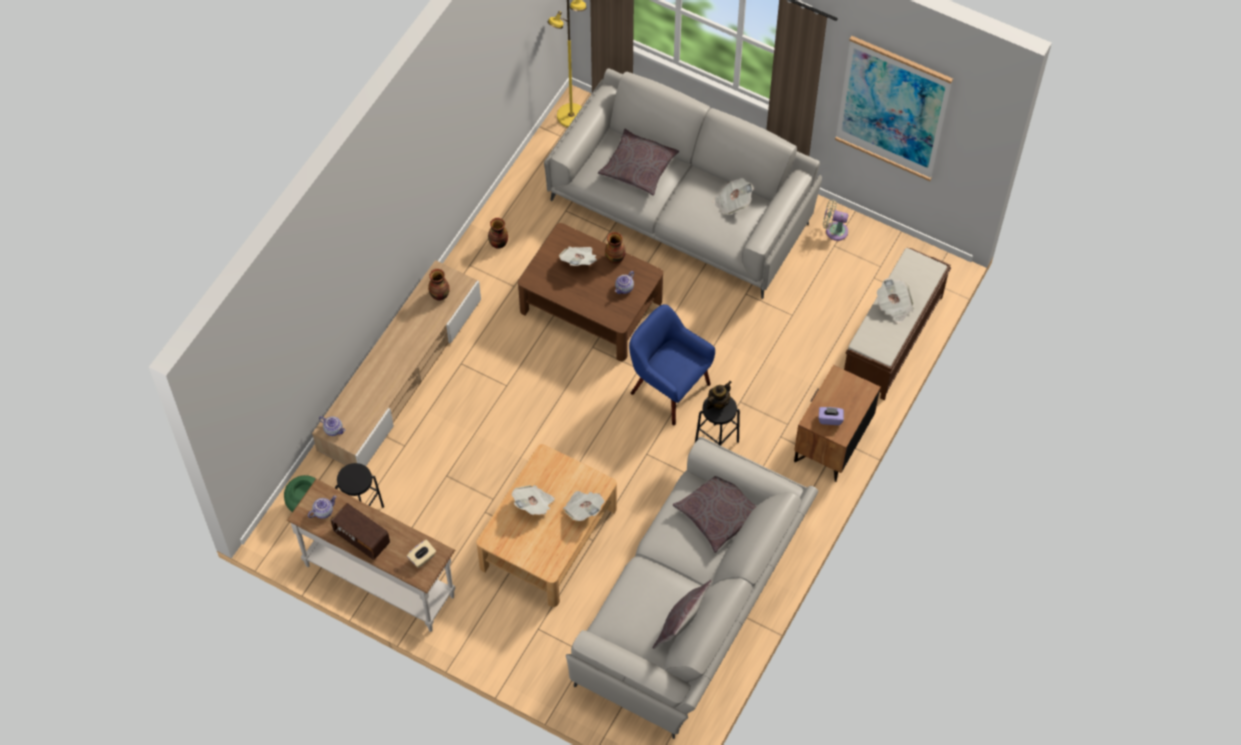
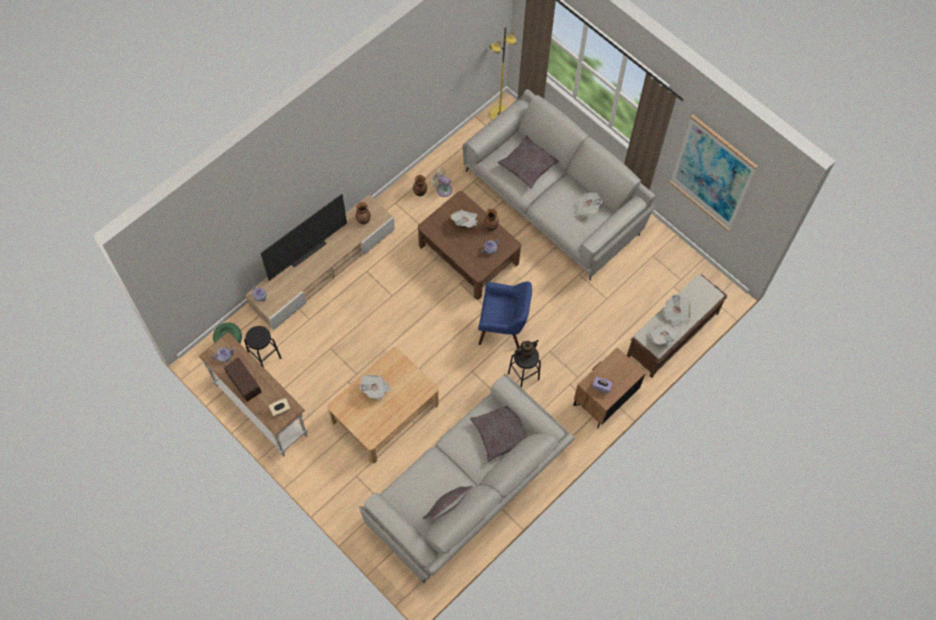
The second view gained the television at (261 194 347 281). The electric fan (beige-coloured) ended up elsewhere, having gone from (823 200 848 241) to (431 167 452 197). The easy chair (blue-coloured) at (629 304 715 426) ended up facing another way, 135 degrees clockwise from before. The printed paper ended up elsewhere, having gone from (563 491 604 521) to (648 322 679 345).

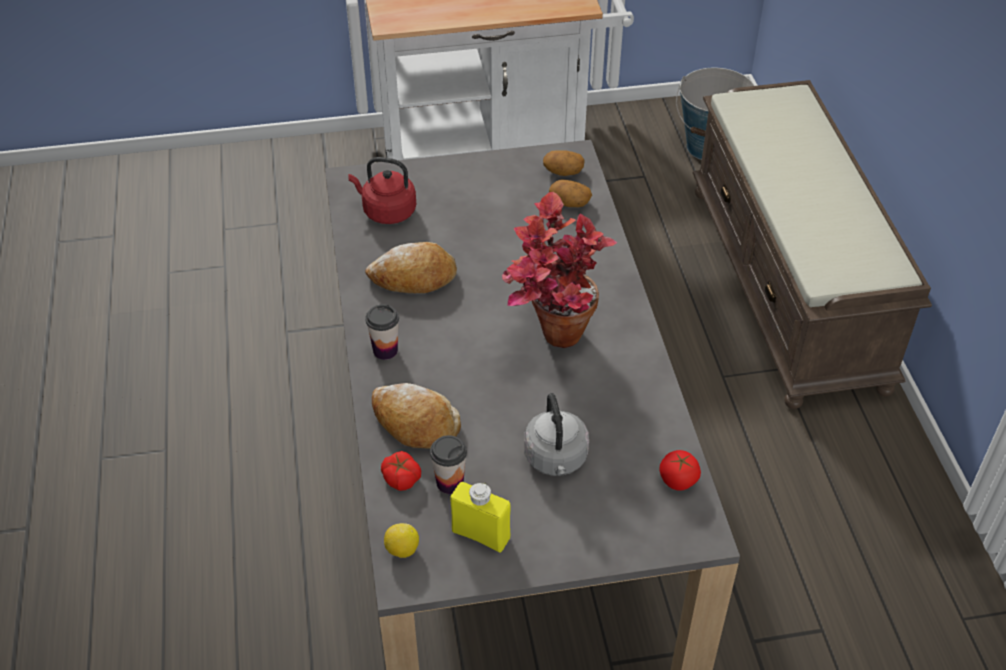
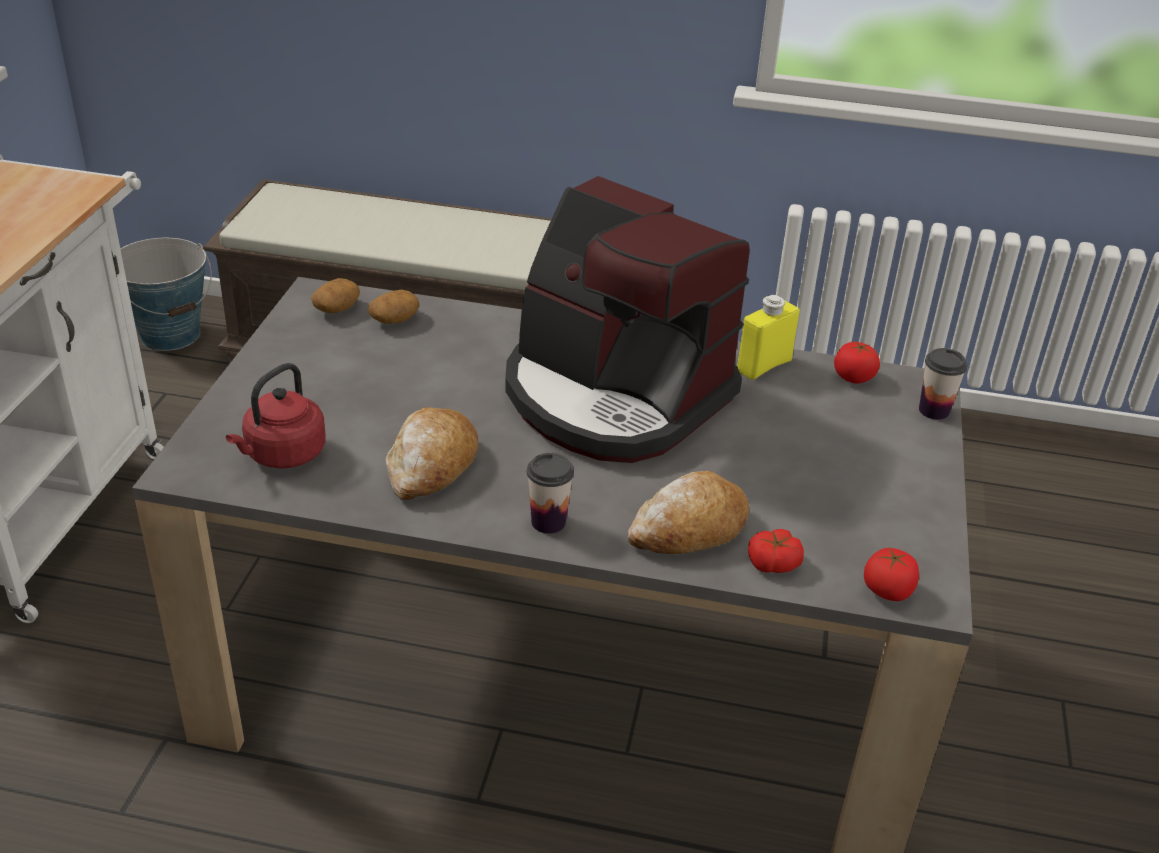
Where the plant in a pot stood at (502 192 617 348), the coffee machine came to stand at (505 176 750 463). The drink bottle (yellow-coloured) ended up elsewhere, having gone from (450 481 511 552) to (737 295 800 380). Where the lemon stood at (384 523 419 558), the whole tomato came to stand at (864 548 919 601). The drinking cup ended up elsewhere, having gone from (430 435 467 494) to (919 348 967 420). The second view lost the water kettle (grey) at (524 393 589 476).

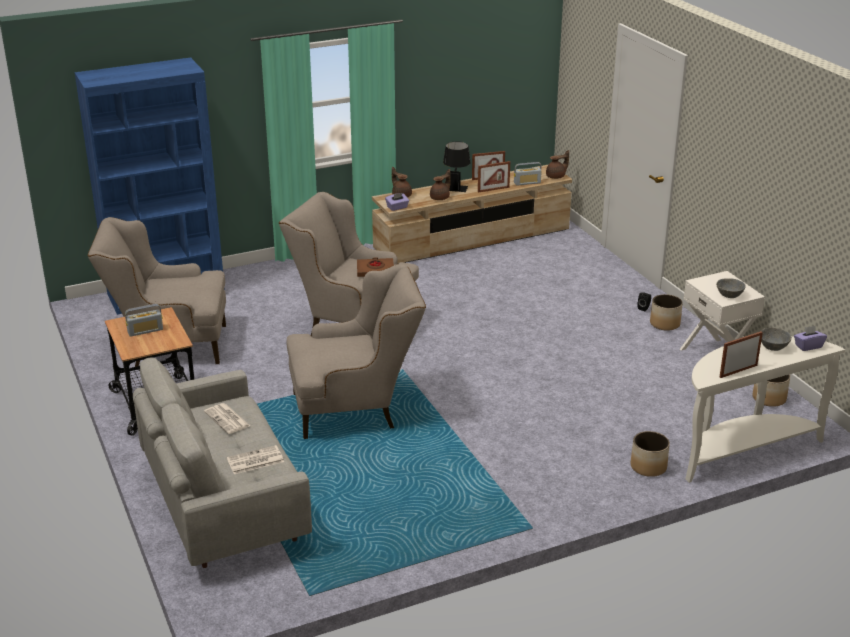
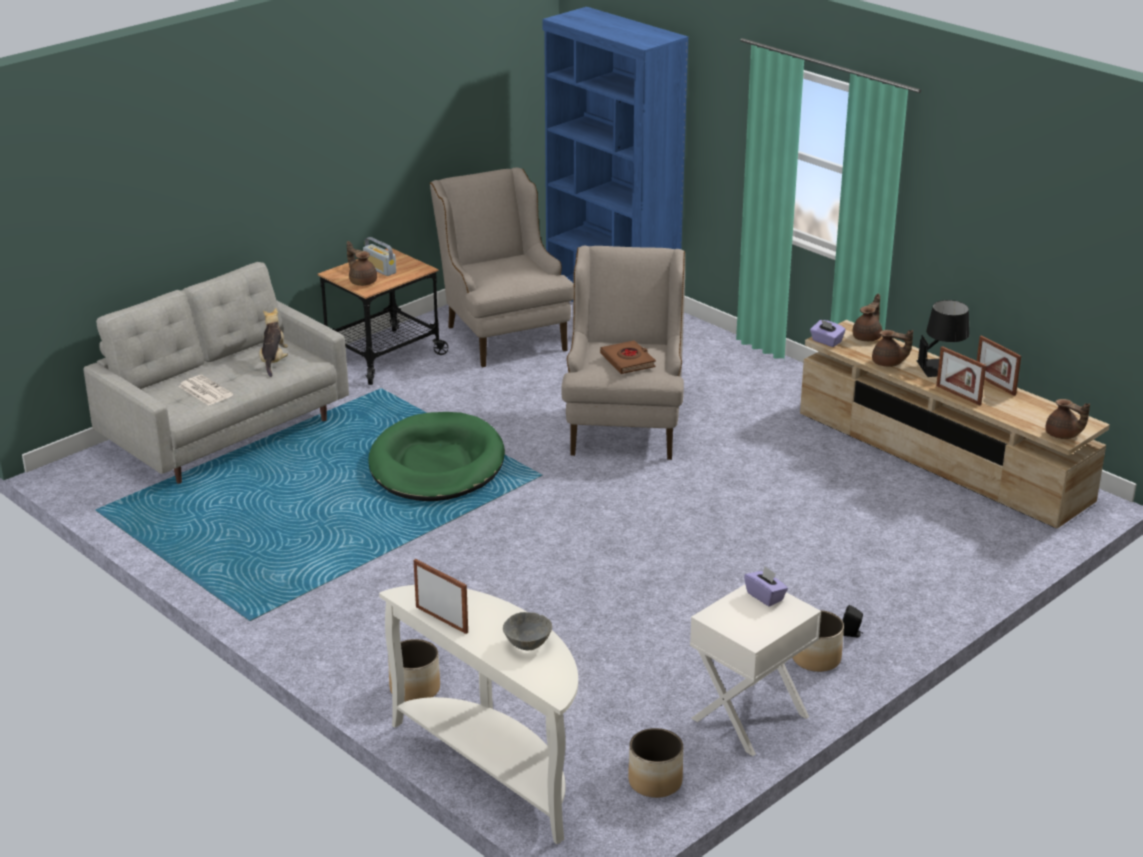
Where the printed paper stood at (204 403 250 434), the soft toy came to stand at (259 308 288 377). The second view gained the pot for tea (brownish) at (347 241 377 286). Where the easy chair (beige-coloured) stood at (287 264 426 439), the dog cushion (green-coloured) came to stand at (368 412 505 501). The box of tissues (purplish) ended up elsewhere, having gone from (794 326 827 351) to (744 566 788 607). The second view lost the radio receiver at (514 162 542 186). The second view lost the deep dish (grey) at (716 278 746 298).

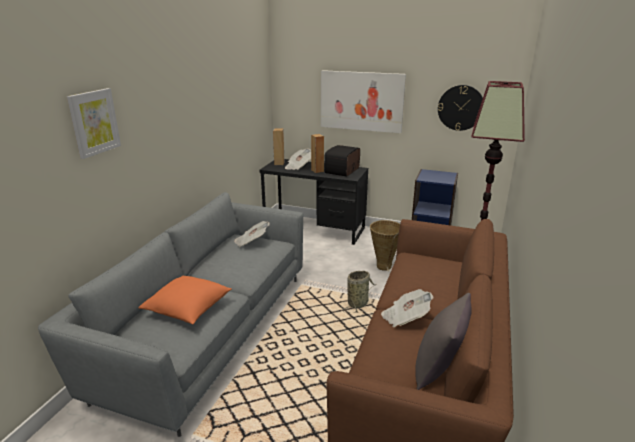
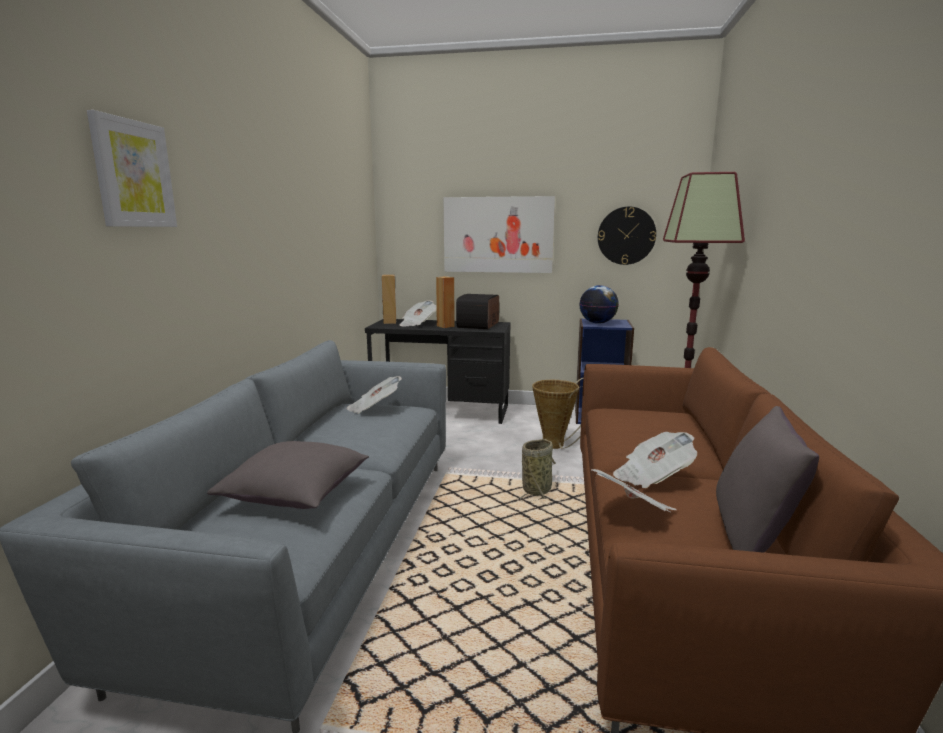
What was the throw pillow (orange) at (138 276 232 324) turned into the throw pillow (grey) at (207 441 369 509). The second view gained the globe at (579 285 619 324). The second view gained the printed paper at (592 469 677 513).

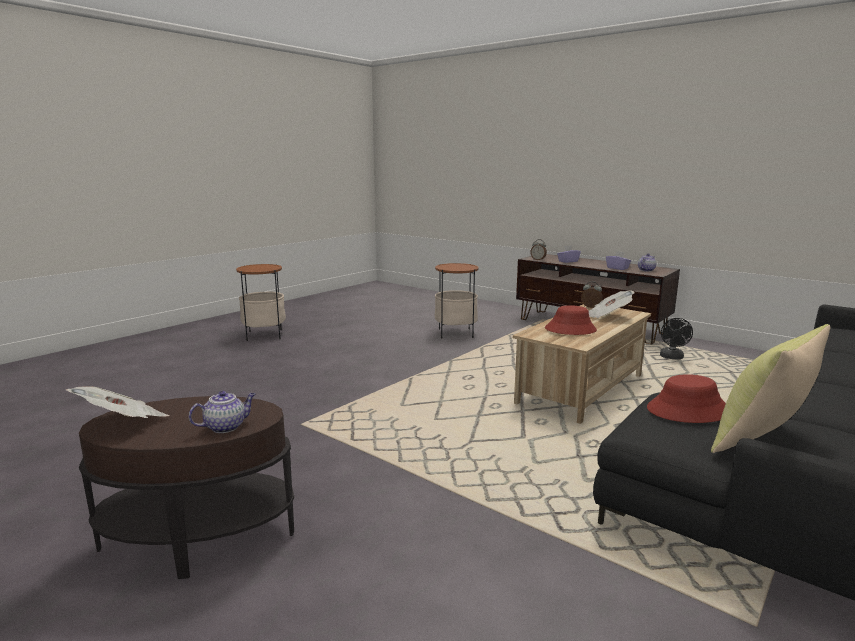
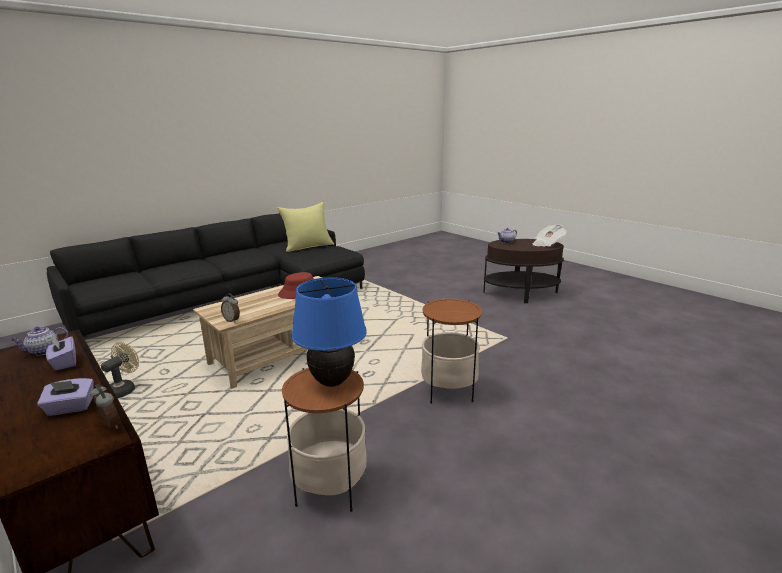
What was the electric fan (black) at (660 318 693 359) turned into the electric fan (beige-coloured) at (101 342 139 398). The second view gained the lamp for a table (blue-coloured) at (291 277 367 387). The end table ended up elsewhere, having gone from (236 264 286 341) to (421 299 482 404). The second view lost the printed paper at (589 291 635 318). The second view lost the clothing hat (red-coloured) at (647 374 726 423).

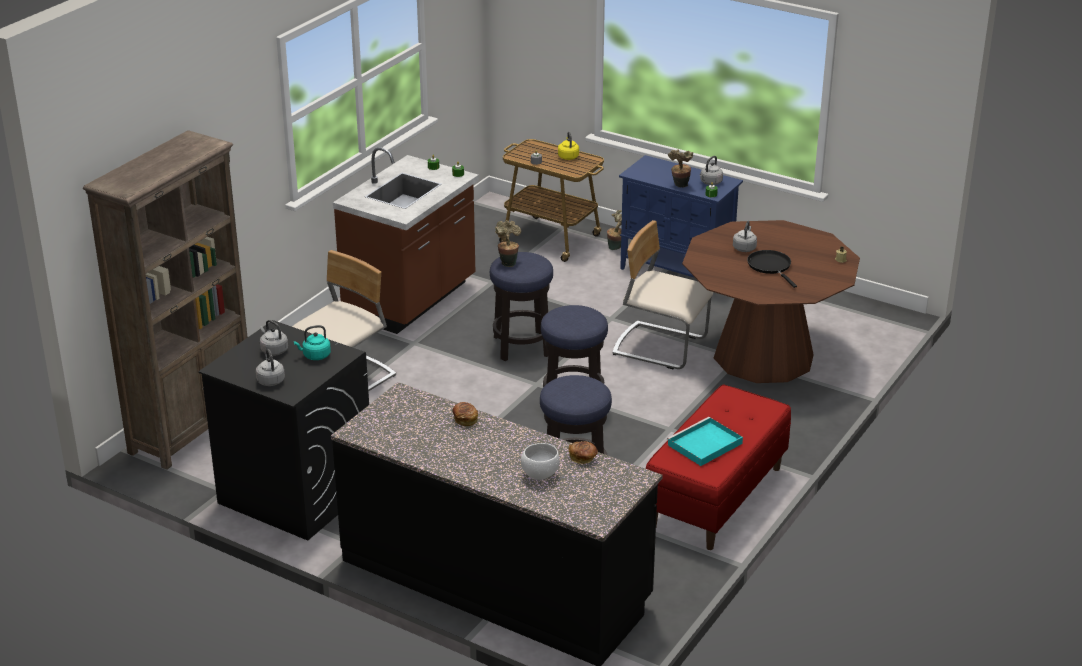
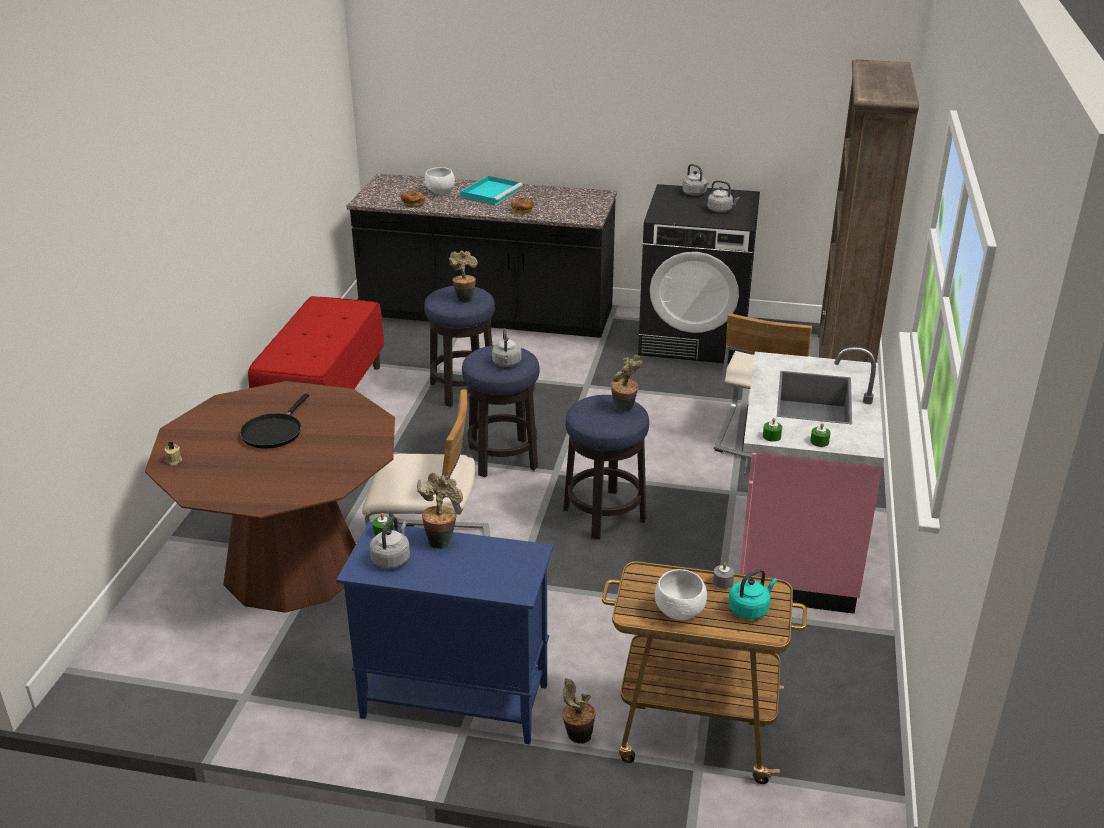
The frying pan (black) at (747 250 797 288) ended up facing another way, 60 degrees clockwise from before. The second view gained the plant in a pot at (449 251 478 303). The carrying tray (blue-green) ended up elsewhere, having gone from (667 417 743 466) to (460 176 523 205). The water kettle (grey) ended up elsewhere, having gone from (733 221 757 252) to (492 328 521 367). Where the water kettle (yellow-coloured) stood at (558 132 579 160), the deep dish (white) came to stand at (655 569 707 620). The water kettle (blue-green) ended up elsewhere, having gone from (294 325 331 360) to (728 569 777 619). What was the counter (brownish) at (333 147 479 334) turned into the counter (pinkish) at (739 347 884 614).

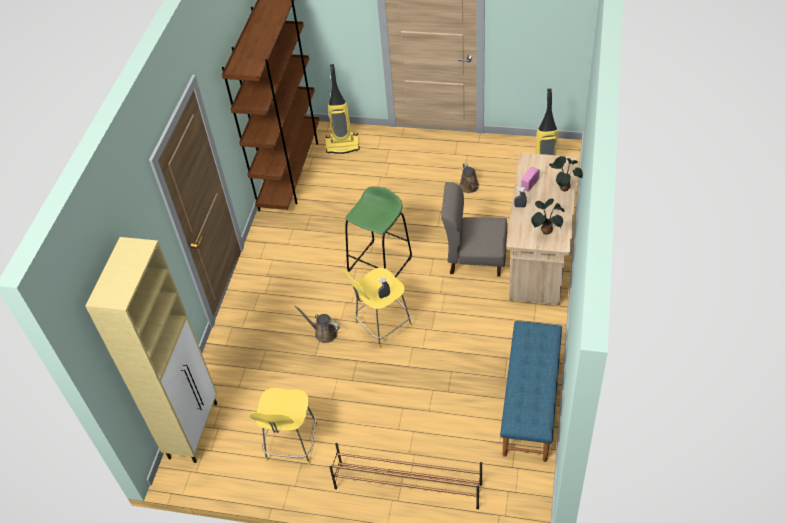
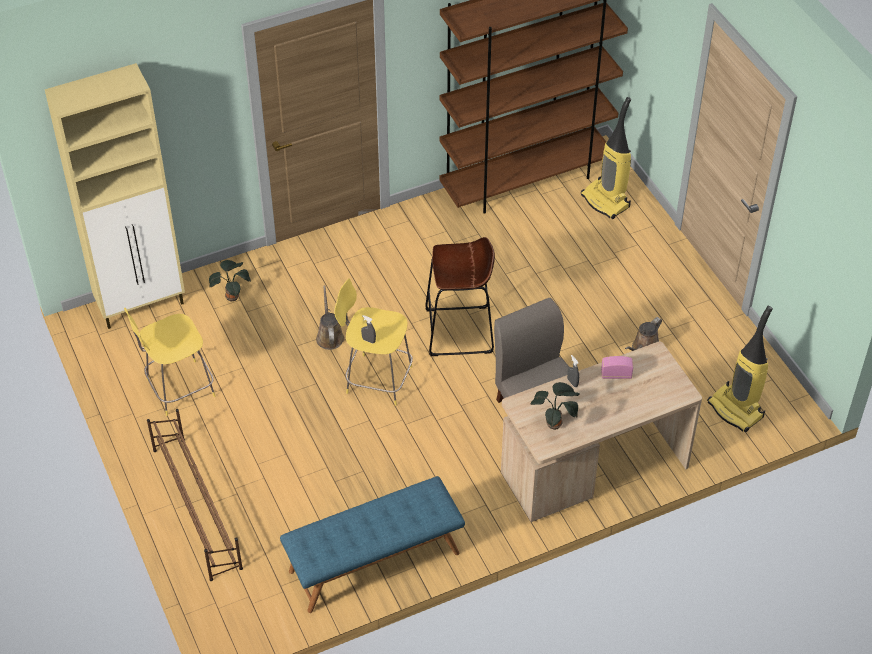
The plant in a pot ended up elsewhere, having gone from (549 156 583 192) to (209 260 251 301). What was the sitting stool (green-coloured) at (345 186 412 277) turned into the sitting stool (brownish) at (425 237 495 356).

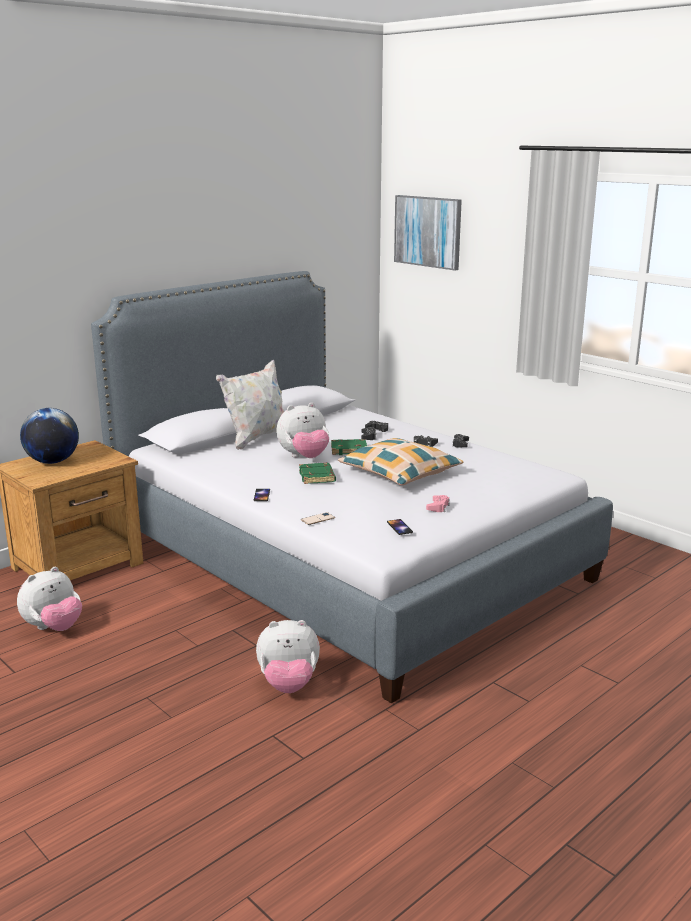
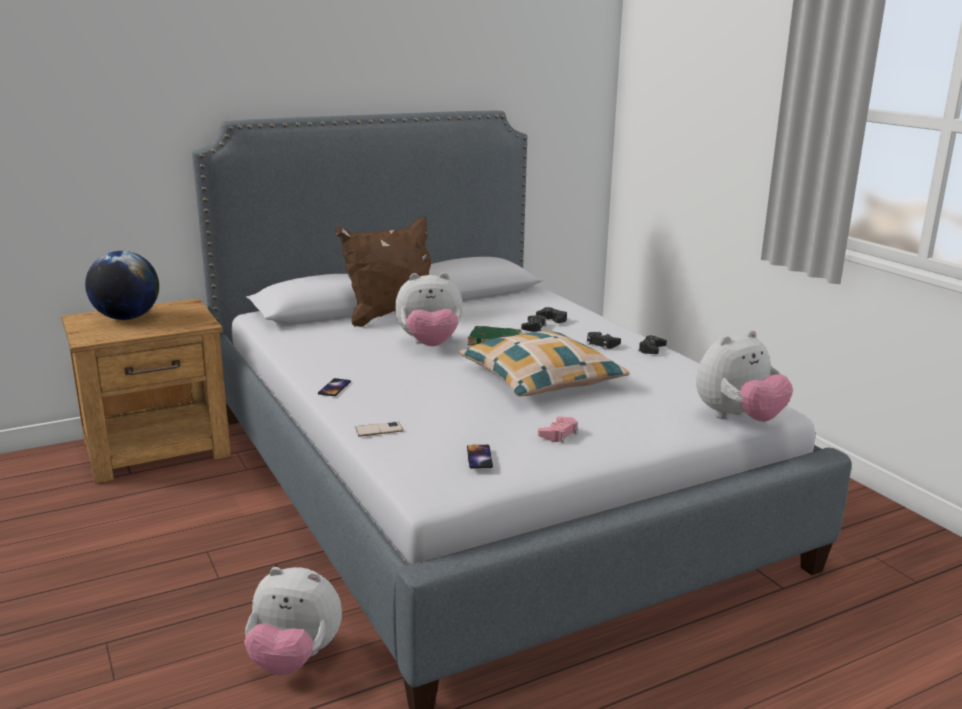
What was the throw pillow (white) at (216 360 284 450) turned into the throw pillow (brownish) at (334 216 431 327). The soft toy ended up elsewhere, having gone from (17 567 82 631) to (696 330 793 422). The second view lost the book (green-coloured) at (299 463 336 484). The second view lost the wall art at (394 195 462 271).

